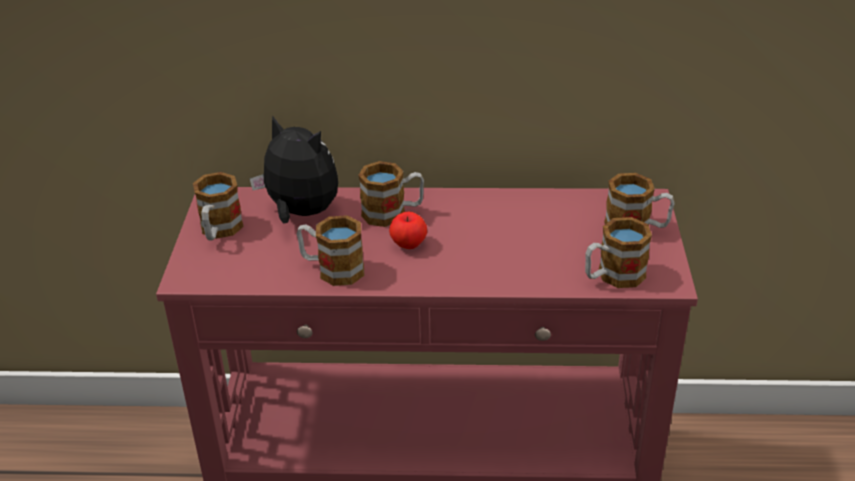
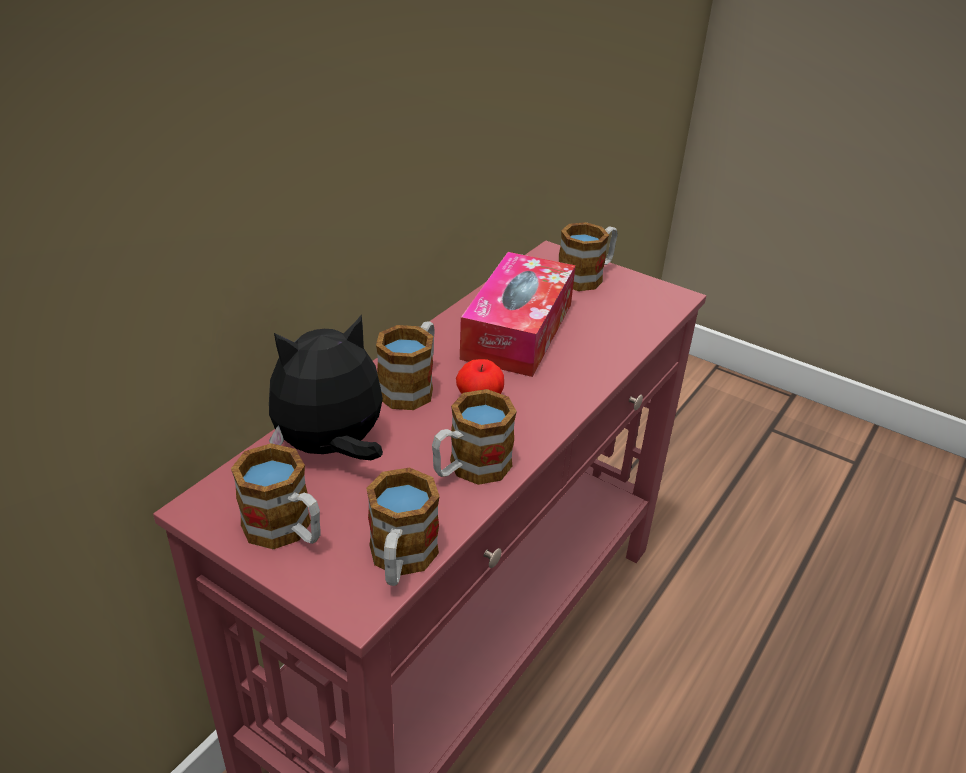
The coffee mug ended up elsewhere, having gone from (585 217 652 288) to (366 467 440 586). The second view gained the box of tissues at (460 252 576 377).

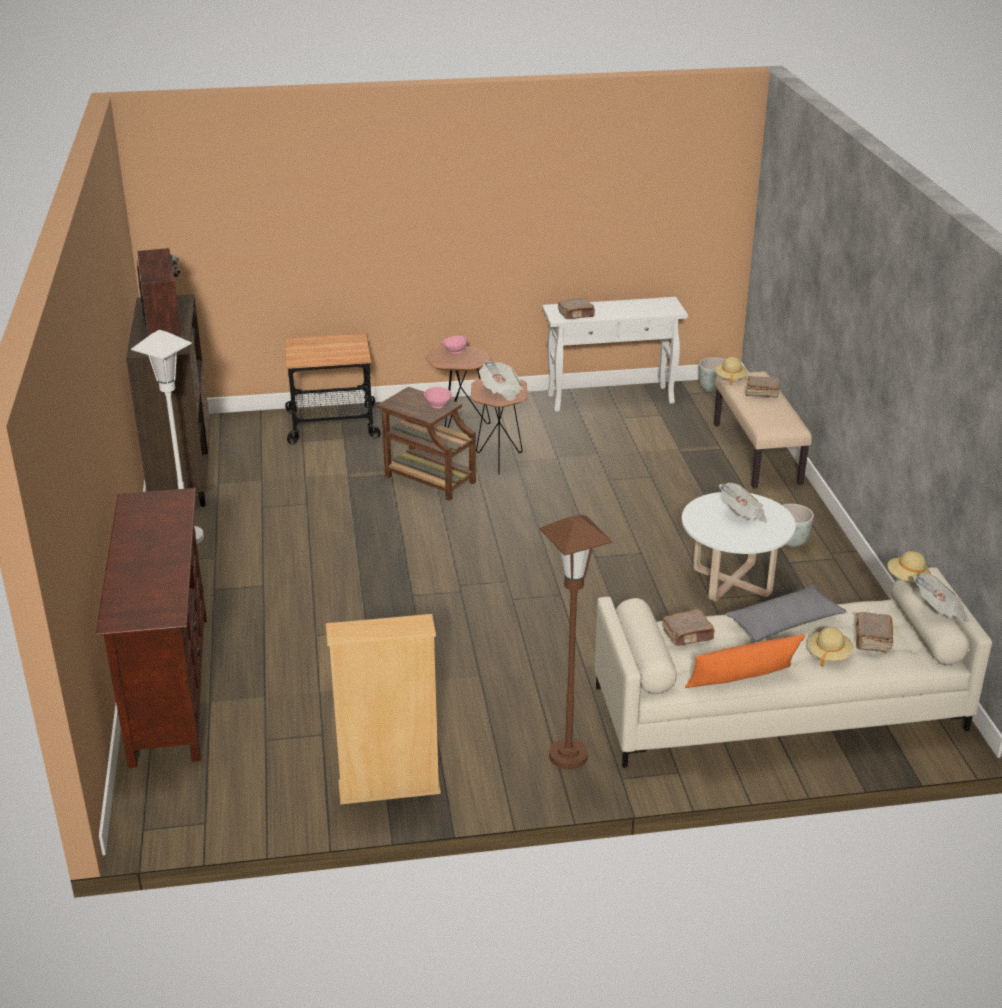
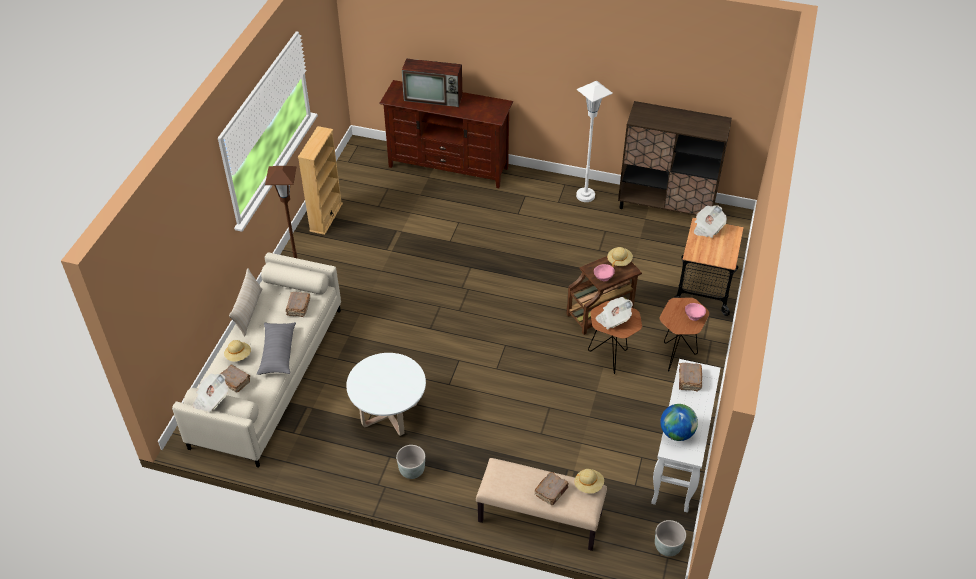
What was the throw pillow (orange) at (685 634 805 688) turned into the throw pillow (beige-coloured) at (229 268 262 337). The television ended up elsewhere, having gone from (137 248 182 337) to (402 58 462 107). The clothing hat (beige-coloured) ended up elsewhere, having gone from (887 551 931 582) to (607 247 633 268). The second view gained the globe at (660 404 698 441). The printed paper ended up elsewhere, having gone from (719 483 767 522) to (694 205 727 238).

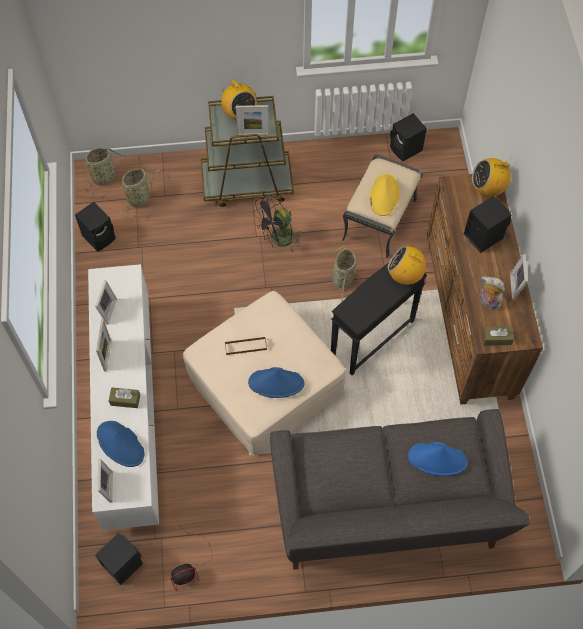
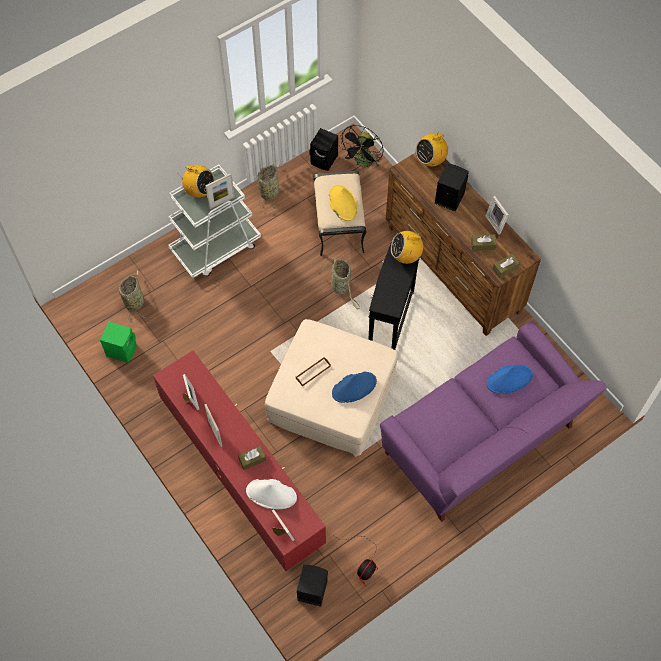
What was the loudspeaker (black) at (75 202 116 252) turned into the loudspeaker (green-coloured) at (100 322 137 363). What was the tv stand (white) at (88 264 159 530) turned into the tv stand (red-coloured) at (153 350 326 571). What was the cart (brownish) at (200 94 294 207) turned into the cart (white) at (168 164 261 278). What was the clothing hat (blue-coloured) at (97 421 144 467) turned into the clothing hat (white) at (246 479 297 509). The household basket ended up elsewhere, having gone from (83 148 132 195) to (257 165 280 210). The electric fan (black) ended up elsewhere, having gone from (253 194 302 252) to (339 125 383 167). What was the settee (grey) at (270 409 530 570) turned into the settee (purplish) at (380 321 607 522). Where the soft toy stood at (479 276 505 310), the box of tissues (brownish) came to stand at (471 234 497 251).

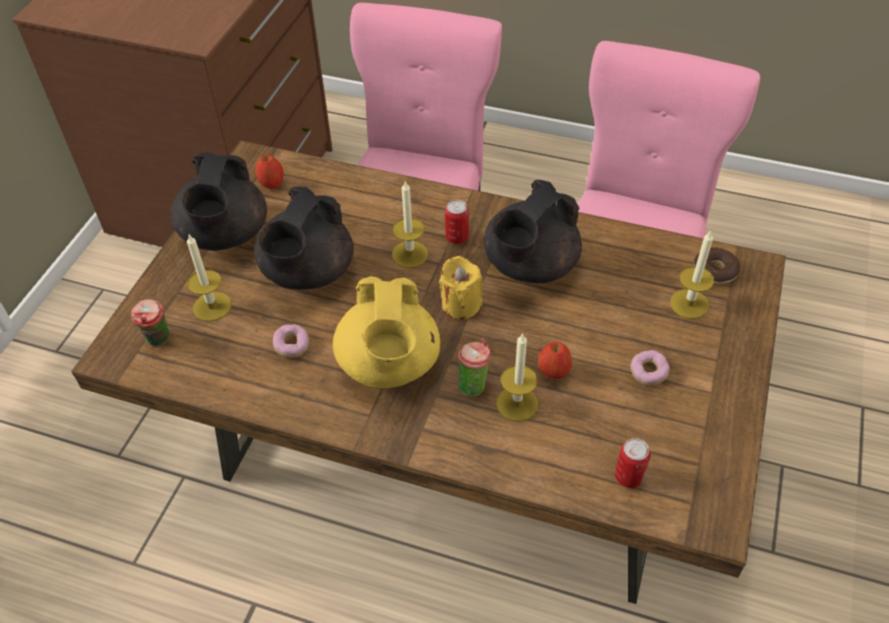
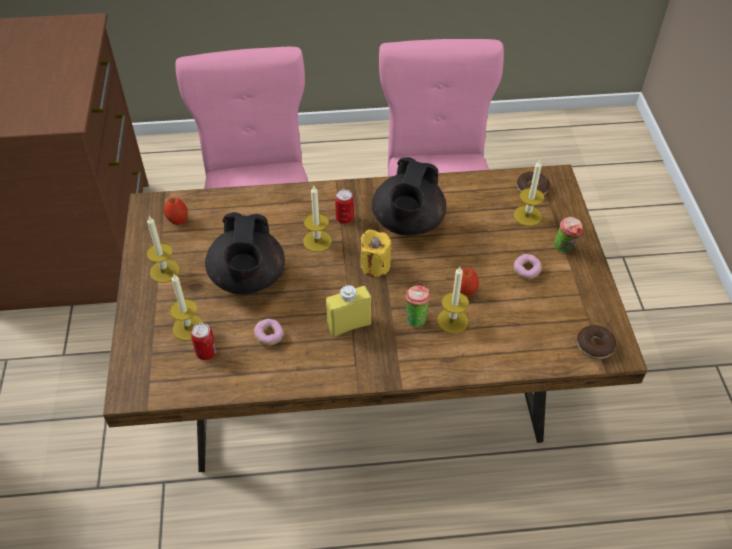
Where the pot for tea (black) stood at (171 152 267 251), the wax light came to stand at (146 216 180 283). The can ended up elsewhere, having gone from (615 438 651 488) to (191 323 217 360). Where the pot for tea (yellow-coloured) stood at (333 276 440 388), the drink bottle (yellow-coloured) came to stand at (326 285 371 337). The drinking cup ended up elsewhere, having gone from (131 299 169 346) to (554 217 583 253). The second view gained the donut at (577 325 616 359).

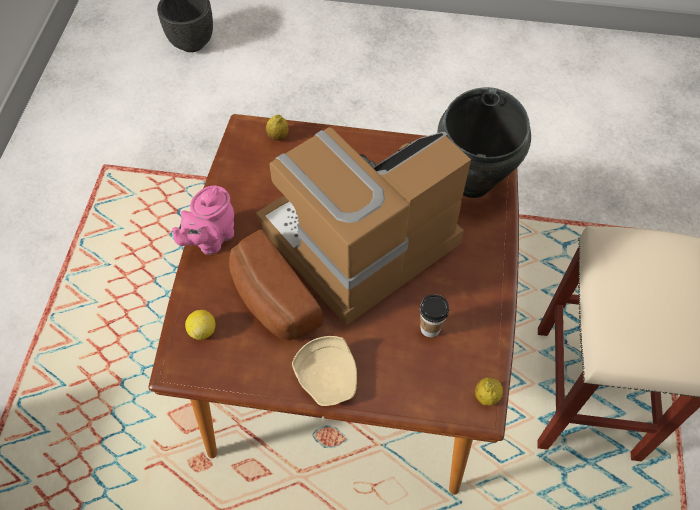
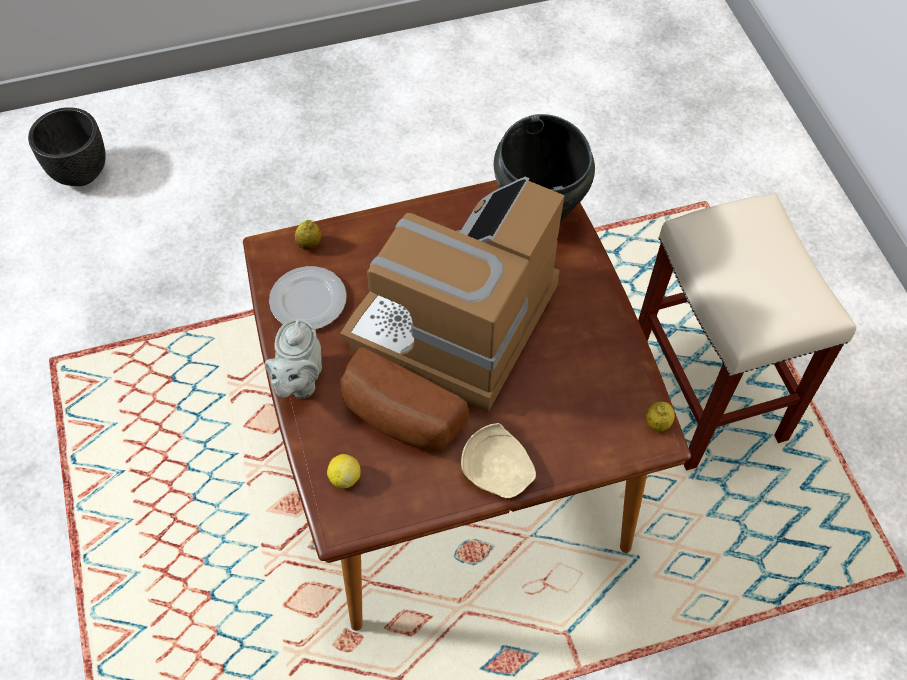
What was the pot for tea (pinkish) at (172 186 234 255) turned into the pot for tea (grey) at (264 319 322 399). The second view gained the flat dish at (269 266 347 329). The second view lost the drinking cup at (420 294 449 337).

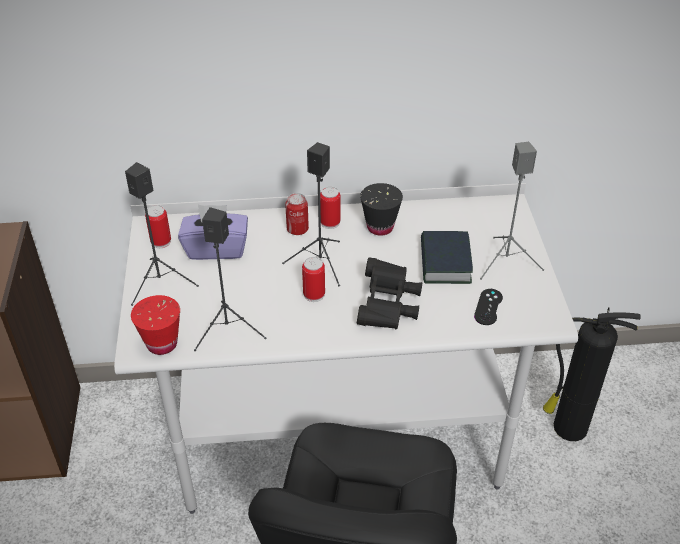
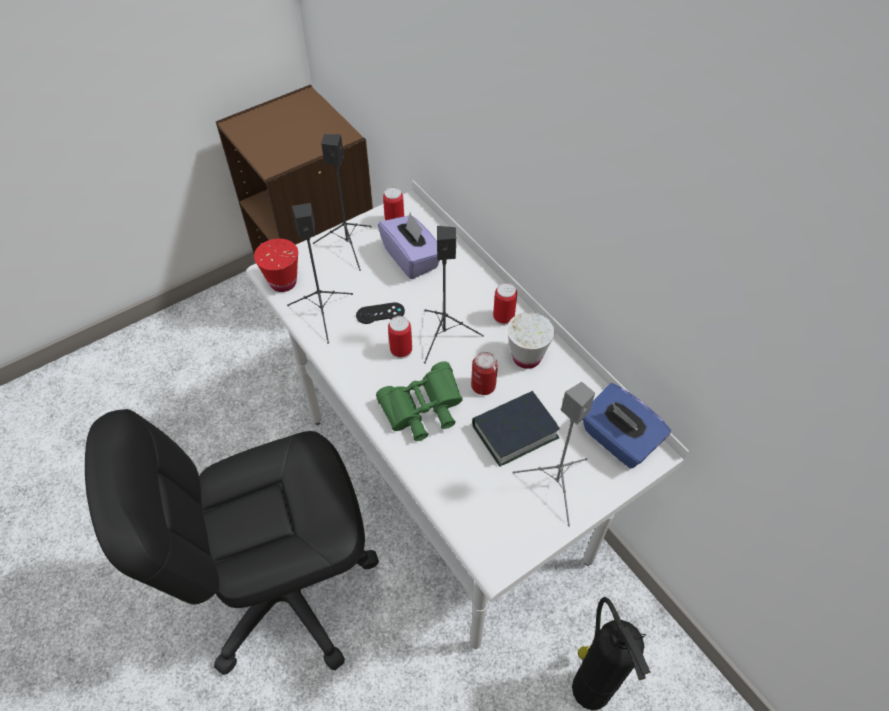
The joypad (black) ended up elsewhere, having gone from (474 289 503 325) to (356 302 405 324). What was the pair of binoculars (black) at (357 257 422 330) turned into the pair of binoculars (green-coloured) at (376 361 463 441). The can ended up elsewhere, having gone from (285 193 309 235) to (471 352 498 395). What was the drinking cup (black) at (360 183 403 236) turned into the drinking cup (white) at (507 312 555 369). The second view gained the box of tissues (blue-coloured) at (582 383 671 468).

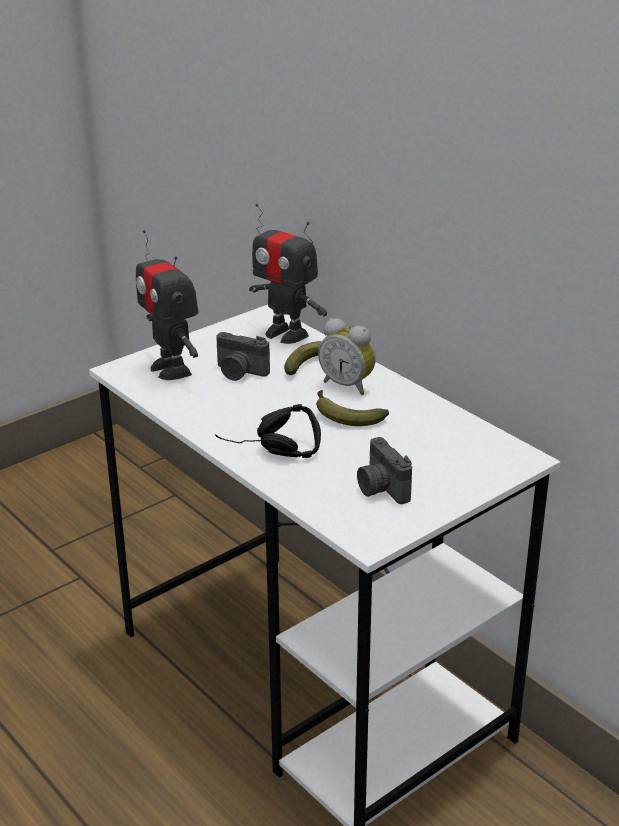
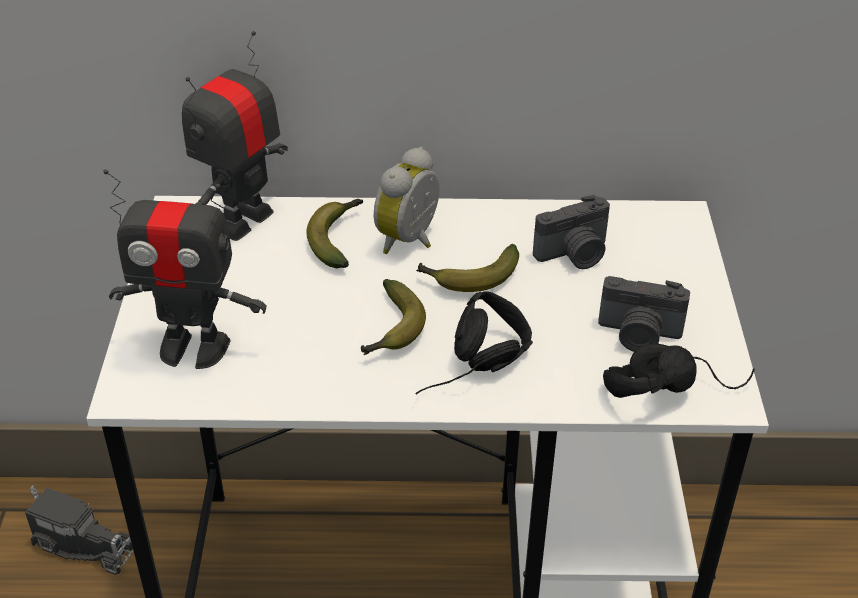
The second view gained the model truck at (25 485 134 575). The toy robot at (249 204 327 344) ended up facing another way, 135 degrees clockwise from before. The second view gained the whole banana at (361 279 426 355). The alarm clock at (318 318 376 395) ended up facing another way, 135 degrees clockwise from before. The still camera ended up elsewhere, having gone from (216 332 270 381) to (533 195 610 269). The second view gained the headset (black) at (603 343 755 398).

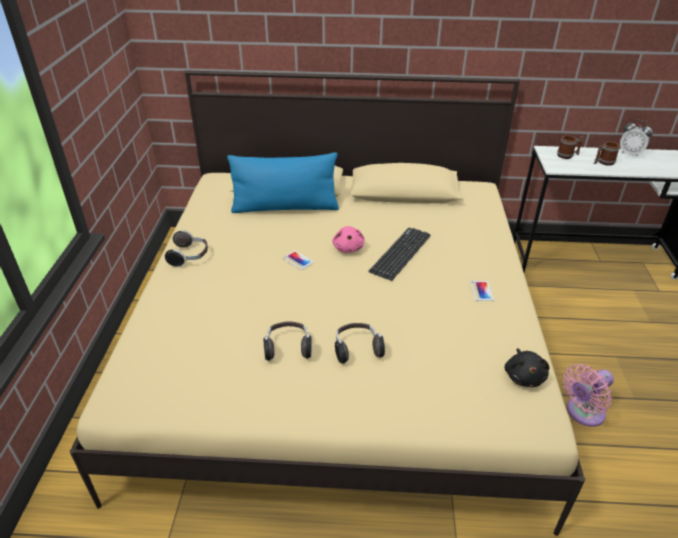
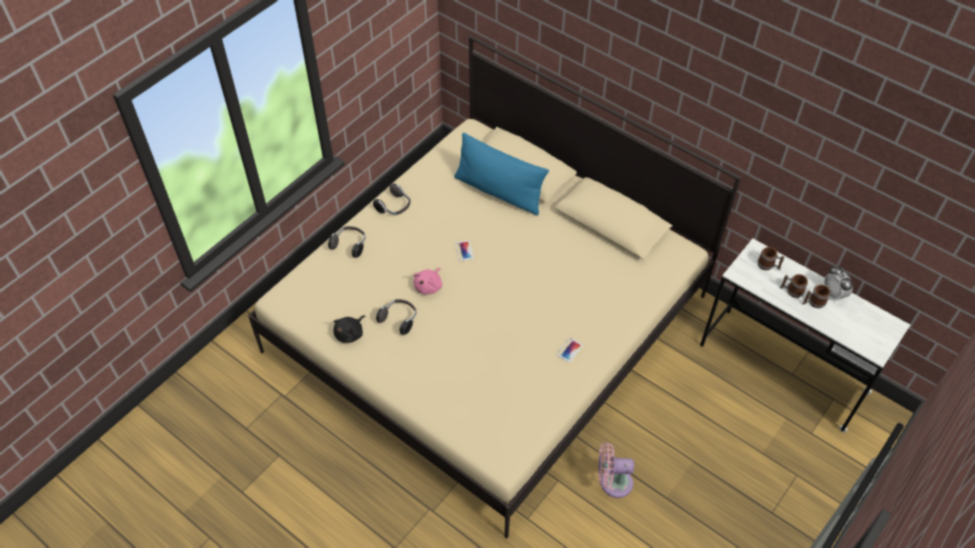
The headset ended up elsewhere, having gone from (335 323 385 364) to (328 226 365 258). The soft toy (black) ended up elsewhere, having gone from (505 348 550 387) to (333 315 366 343). The soft toy (pinkish) ended up elsewhere, having gone from (332 226 365 253) to (414 268 442 295). The second view gained the coffee mug at (802 285 830 308). The second view lost the computer keyboard at (369 228 431 281).

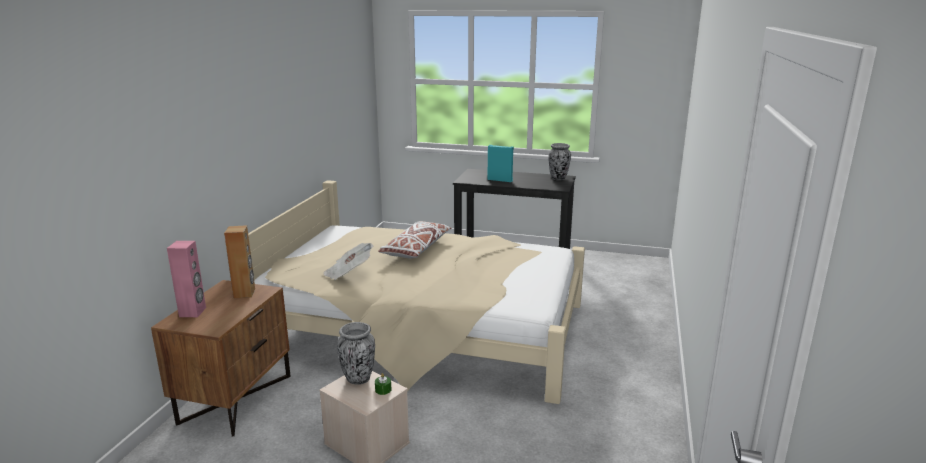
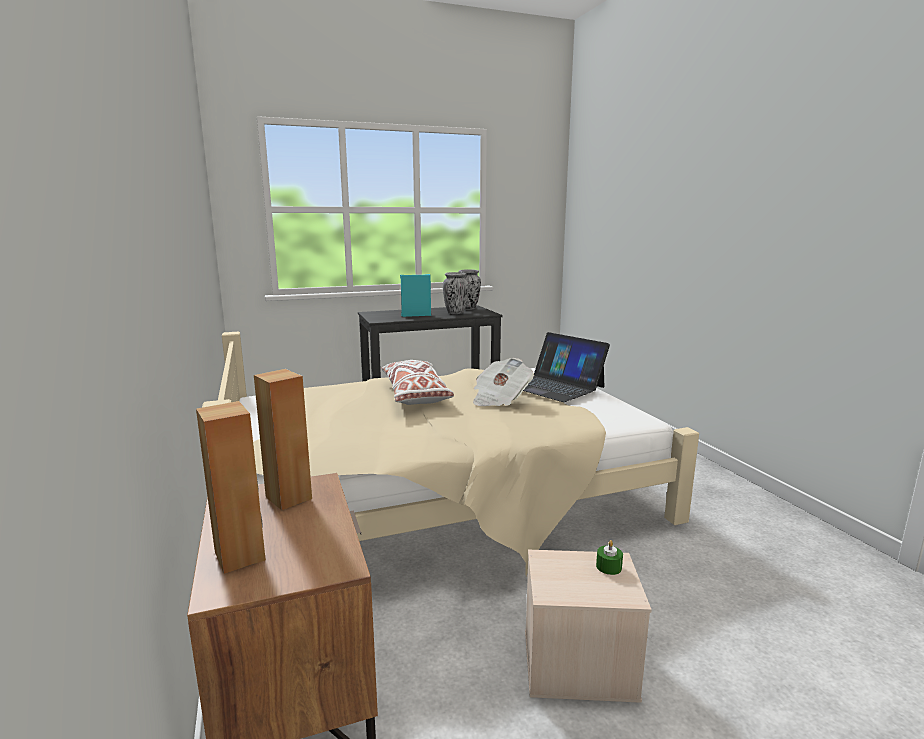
What was the loudspeaker (pinkish) at (167 241 206 317) turned into the loudspeaker (brownish) at (196 401 266 574). The decorative vase ended up elsewhere, having gone from (337 322 375 385) to (443 272 469 314). The printed paper ended up elsewhere, having gone from (323 243 374 280) to (473 358 534 406). The second view gained the laptop at (523 332 610 402).

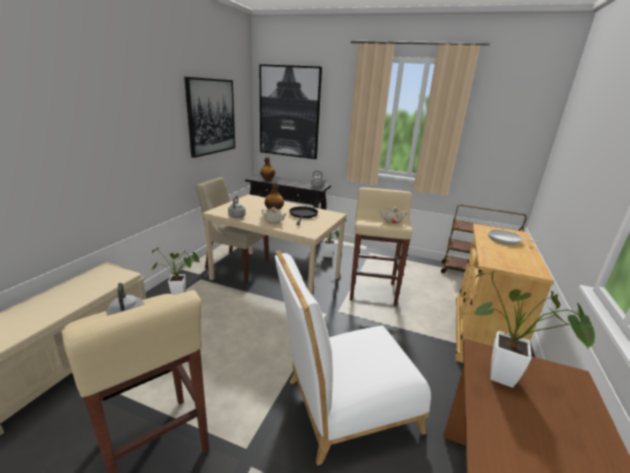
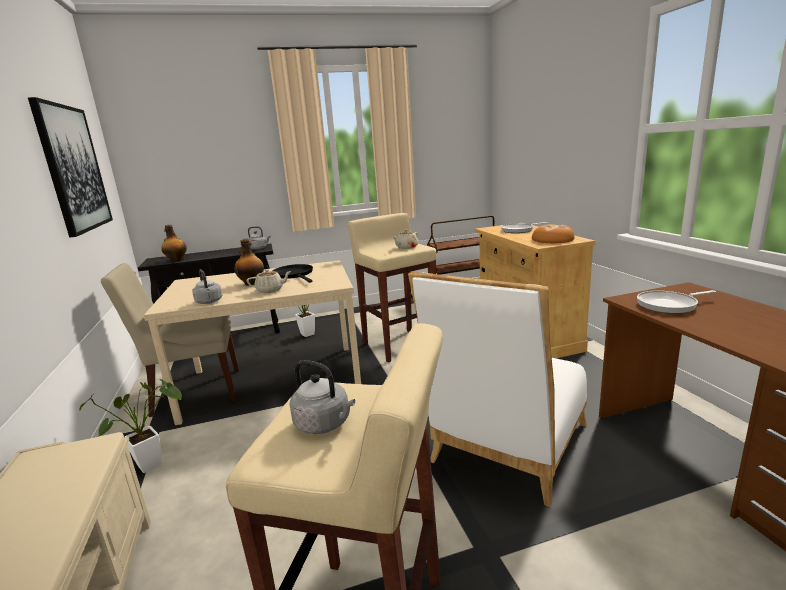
The second view gained the bread at (532 224 575 243). Where the plant in a pot stood at (473 270 595 388), the frying pan came to stand at (637 290 716 314). The second view lost the wall art at (260 64 322 159).

